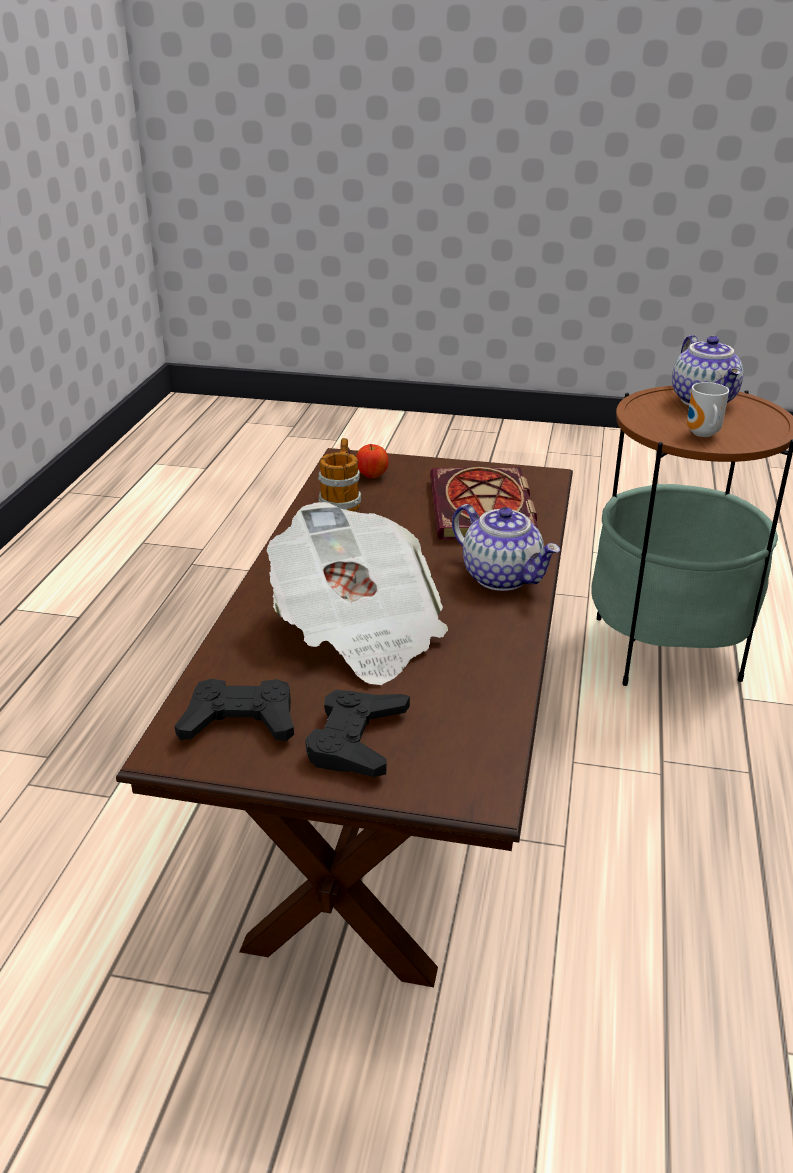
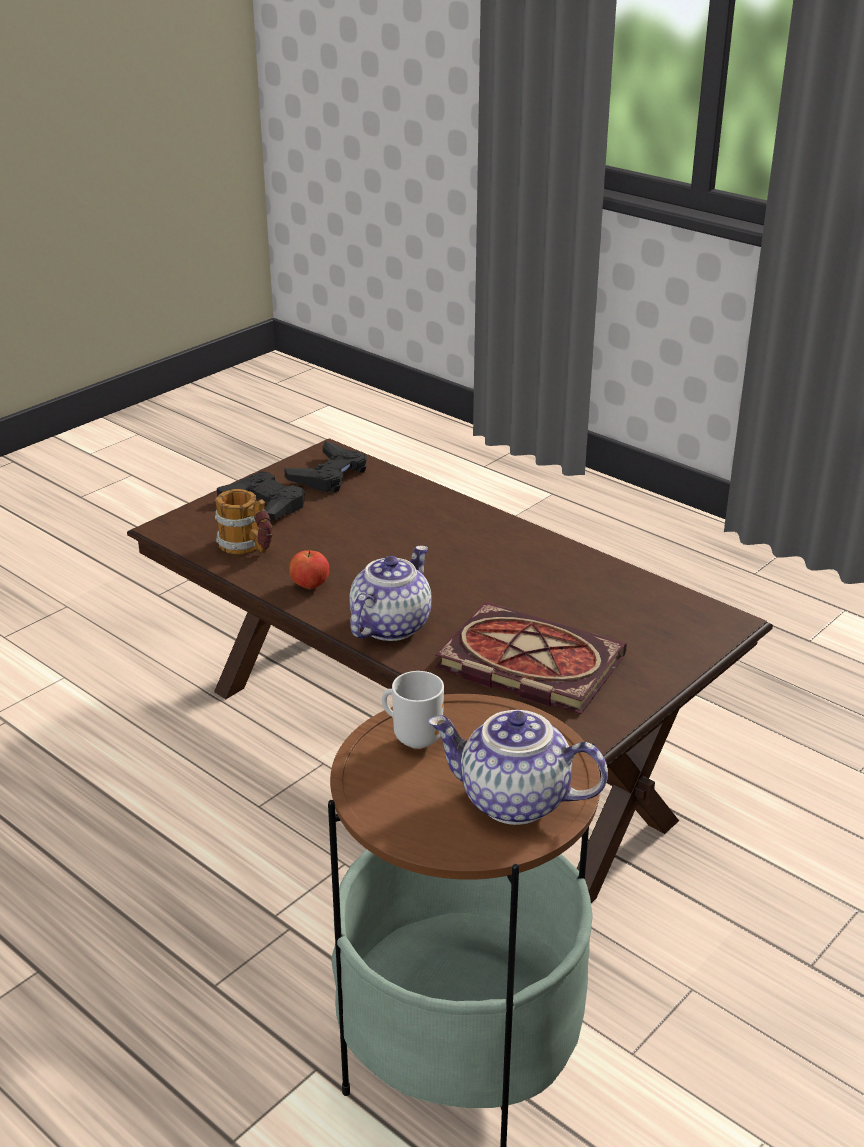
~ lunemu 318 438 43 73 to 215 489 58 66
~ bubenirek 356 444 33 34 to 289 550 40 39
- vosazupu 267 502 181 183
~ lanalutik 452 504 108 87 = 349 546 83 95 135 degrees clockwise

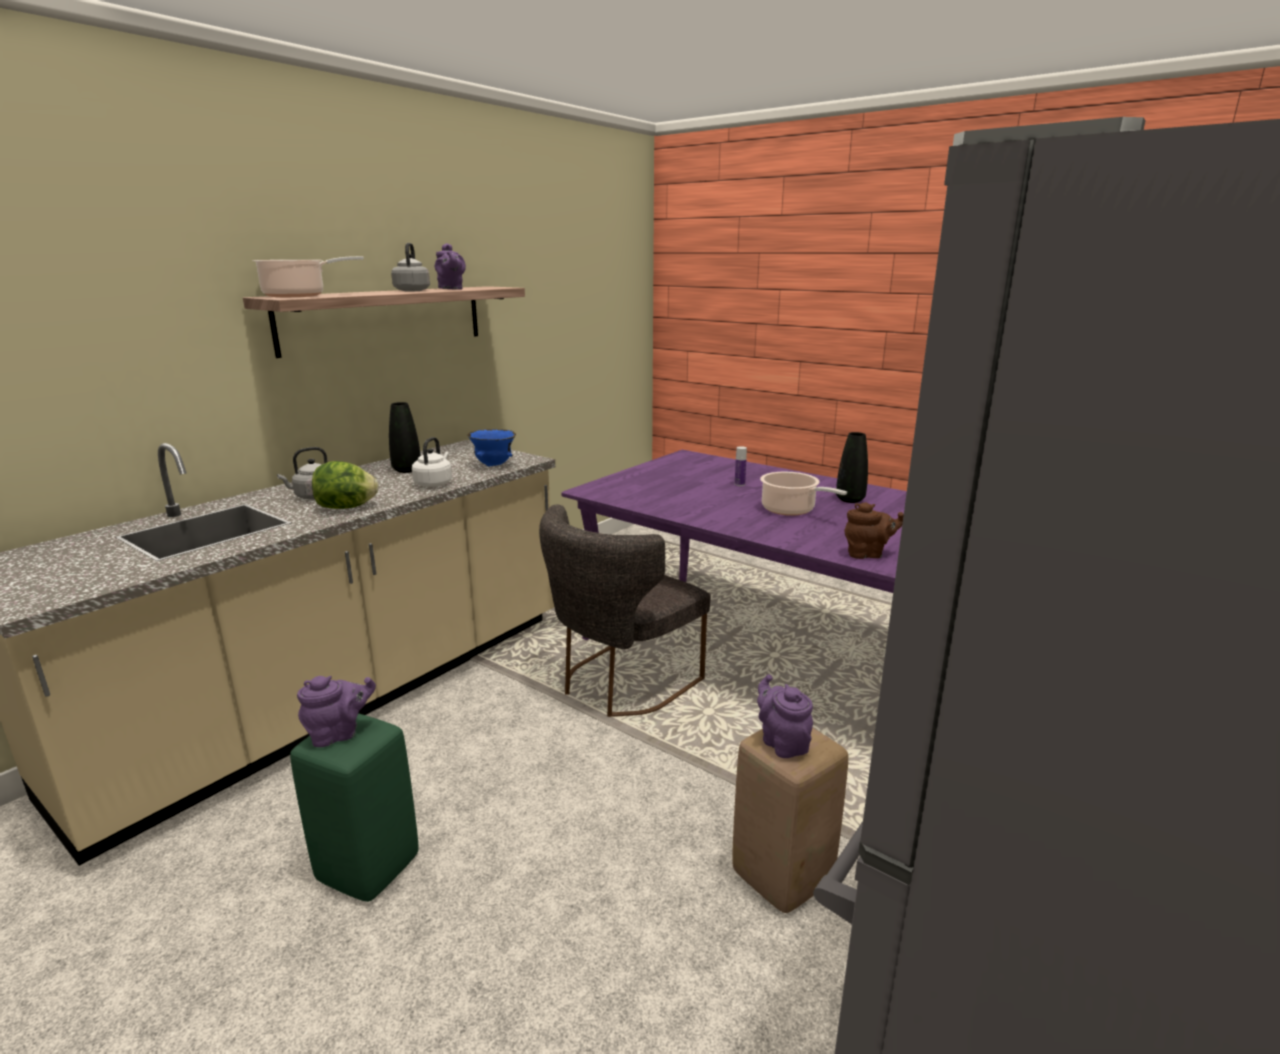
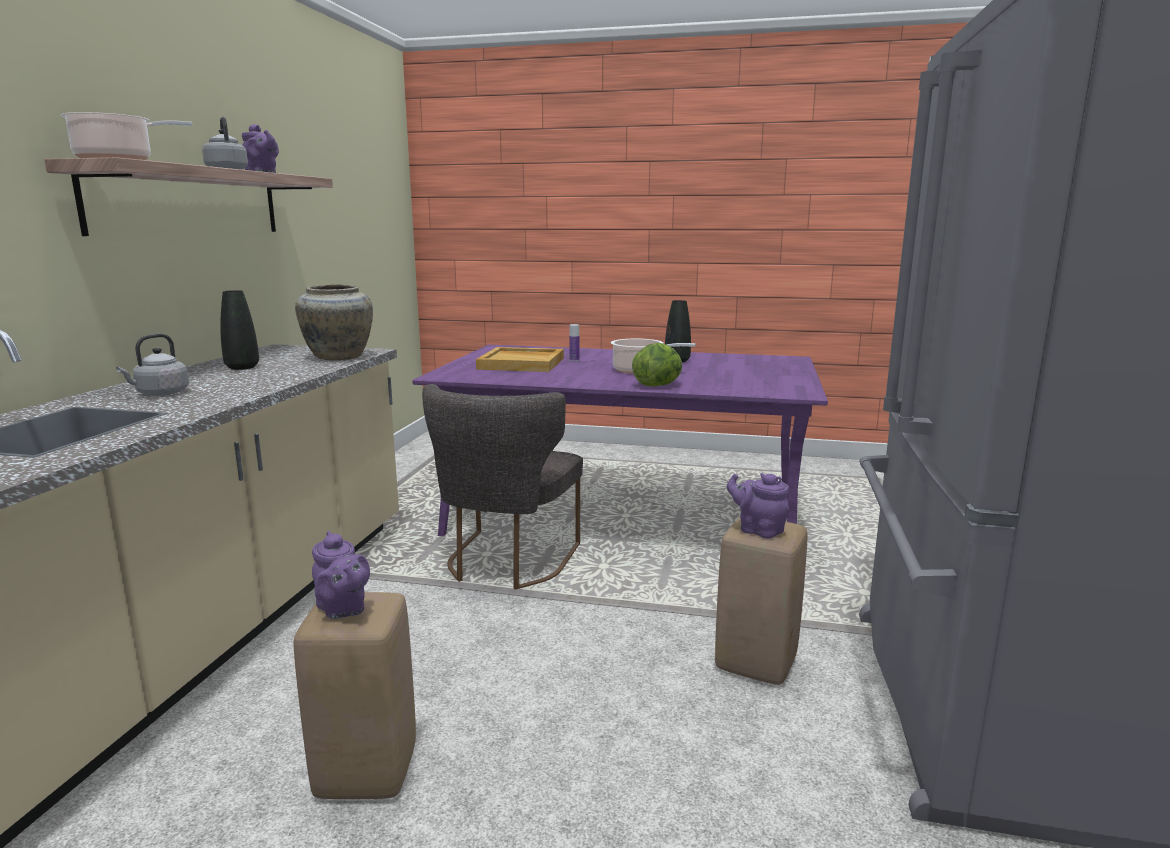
~ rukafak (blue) 467 429 49 37 to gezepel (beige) 295 284 78 76
- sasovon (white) 412 437 40 50
~ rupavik 312 461 66 48 to 632 343 50 43
- lanalutik (brown) 845 502 59 57
~ lanalutik (purple) 297 676 79 71 = 312 531 58 88 105 degrees clockwise
~ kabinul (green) 290 713 129 189 to kabinul (beige) 294 592 122 207
+ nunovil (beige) 476 347 88 25

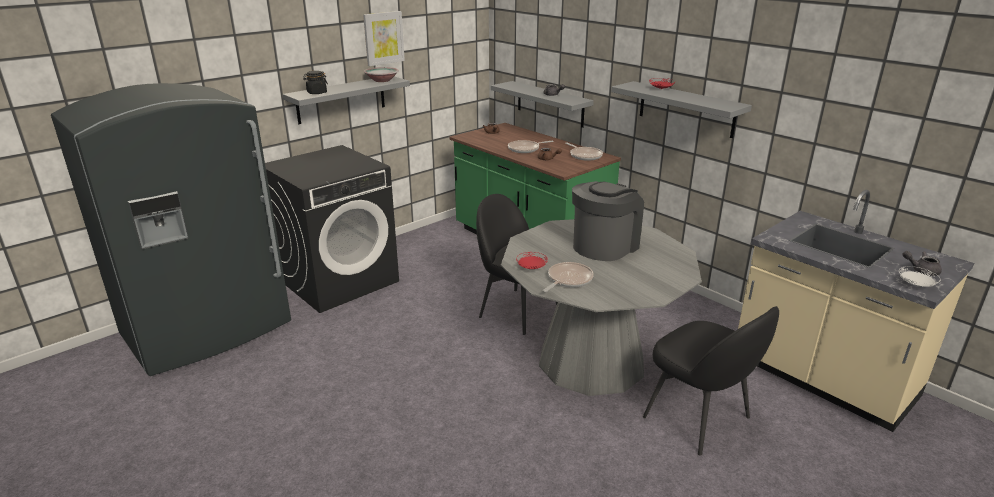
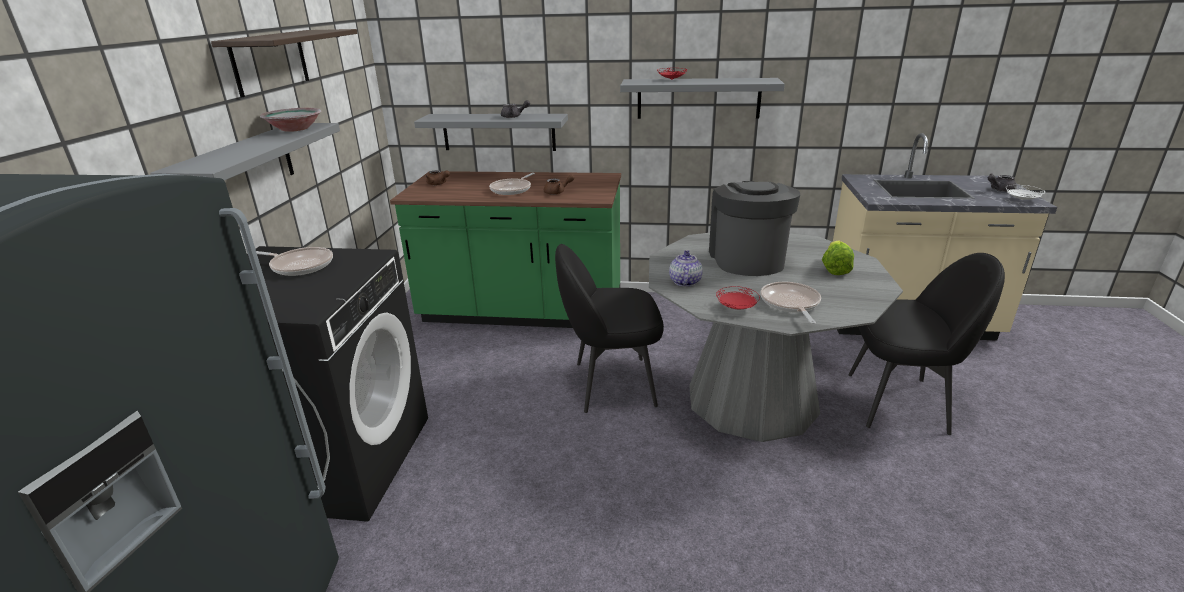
~ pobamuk 363 11 42 55 to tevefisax 211 29 147 69
- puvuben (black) 303 71 25 23
~ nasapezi 565 142 38 19 to 256 247 77 29
+ rupavik 822 241 32 34
+ lanalutik 669 250 34 37

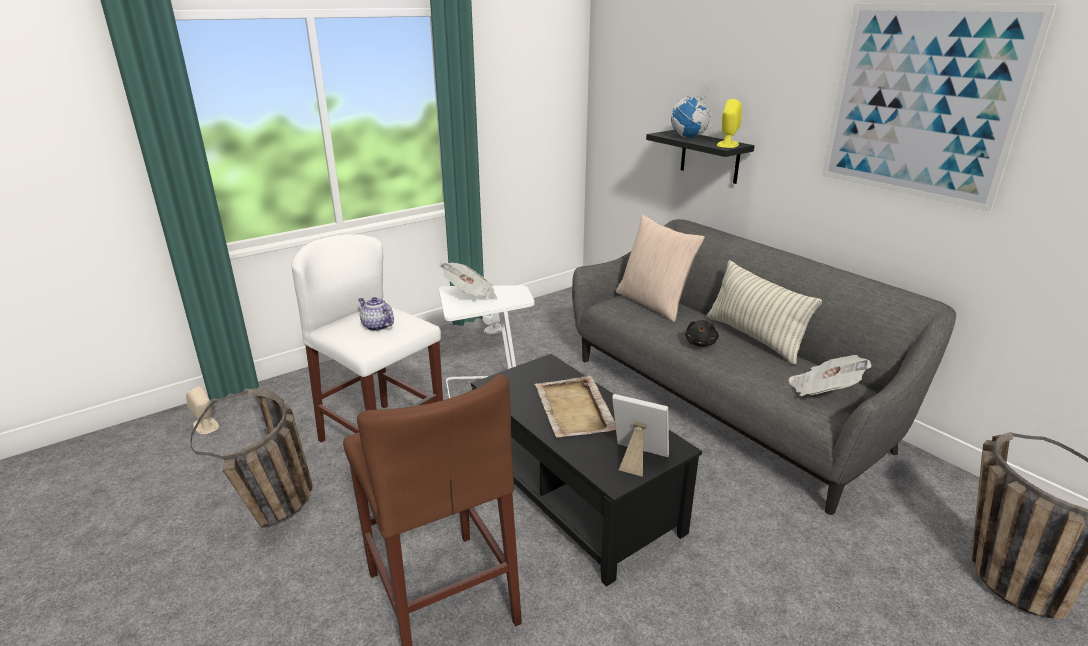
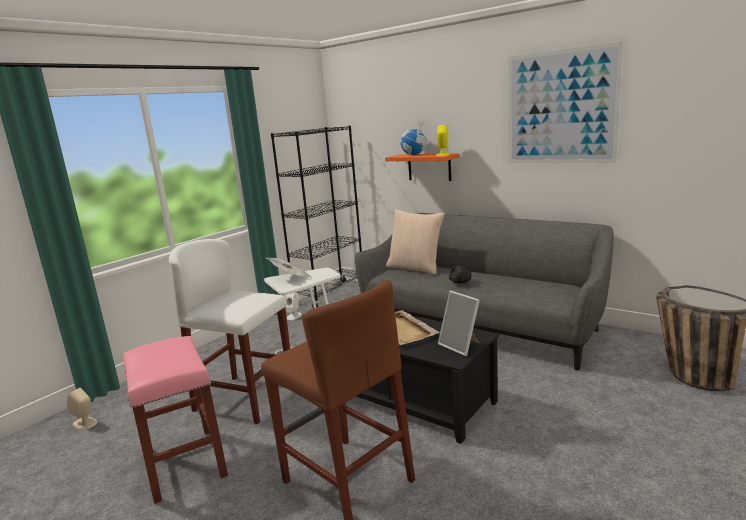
~ tevefisax (black) 646 130 109 54 to tevefisax (orange) 385 153 75 28
- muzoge 707 260 115 105
- lanalutik 358 297 36 34
- vosazupu 788 355 84 41
~ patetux 191 389 121 139 to kabinul (pink) 123 336 105 168
~ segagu 612 394 57 83 = 438 291 42 65 135 degrees counterclockwise
+ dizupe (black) 271 126 91 182

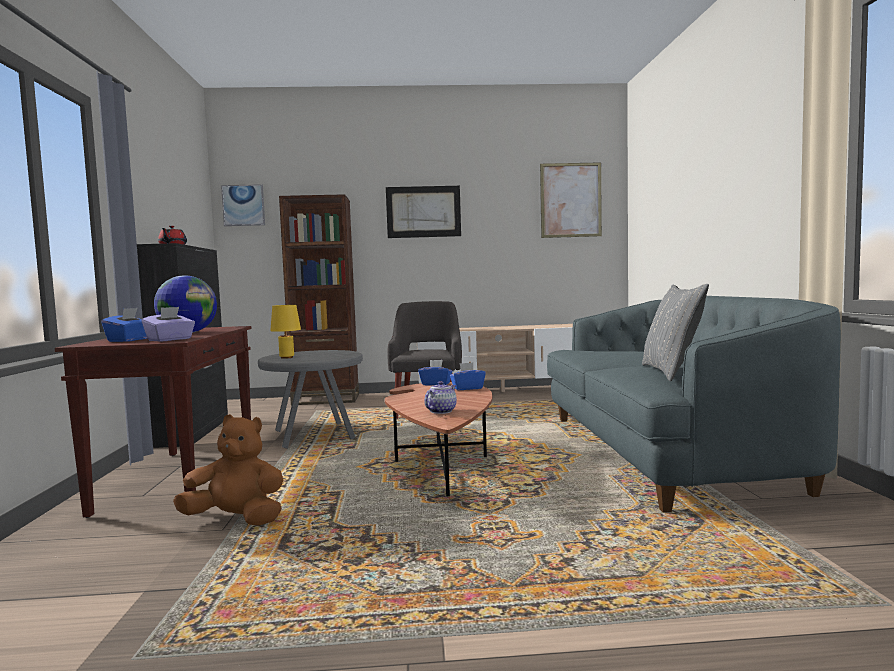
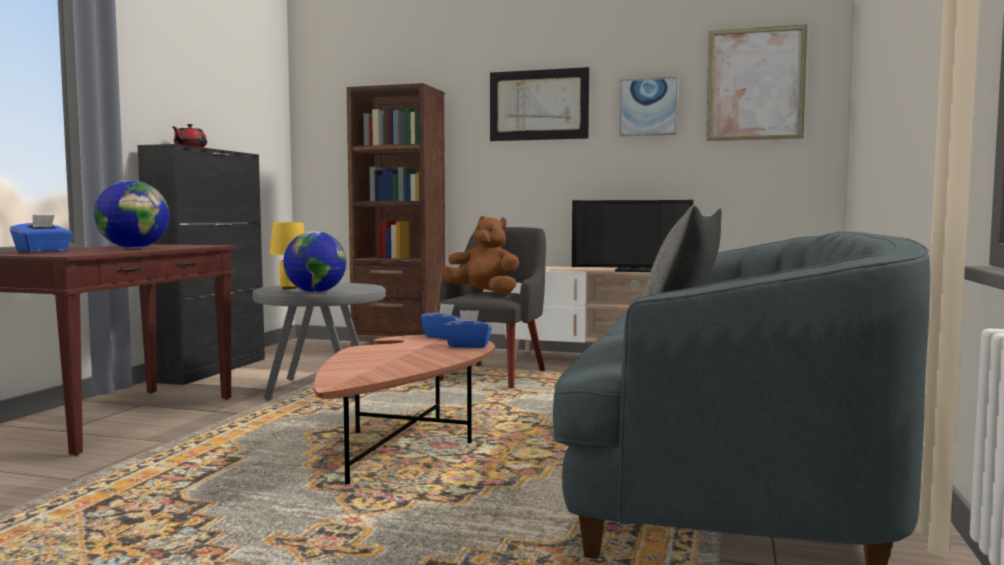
~ pobamuk 221 184 44 42 to 620 77 58 59
- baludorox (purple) 142 307 53 34
- lanalutik 424 381 33 33
~ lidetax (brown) 173 414 110 112 to 441 216 78 79
+ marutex 572 200 121 72
+ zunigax 283 231 64 62

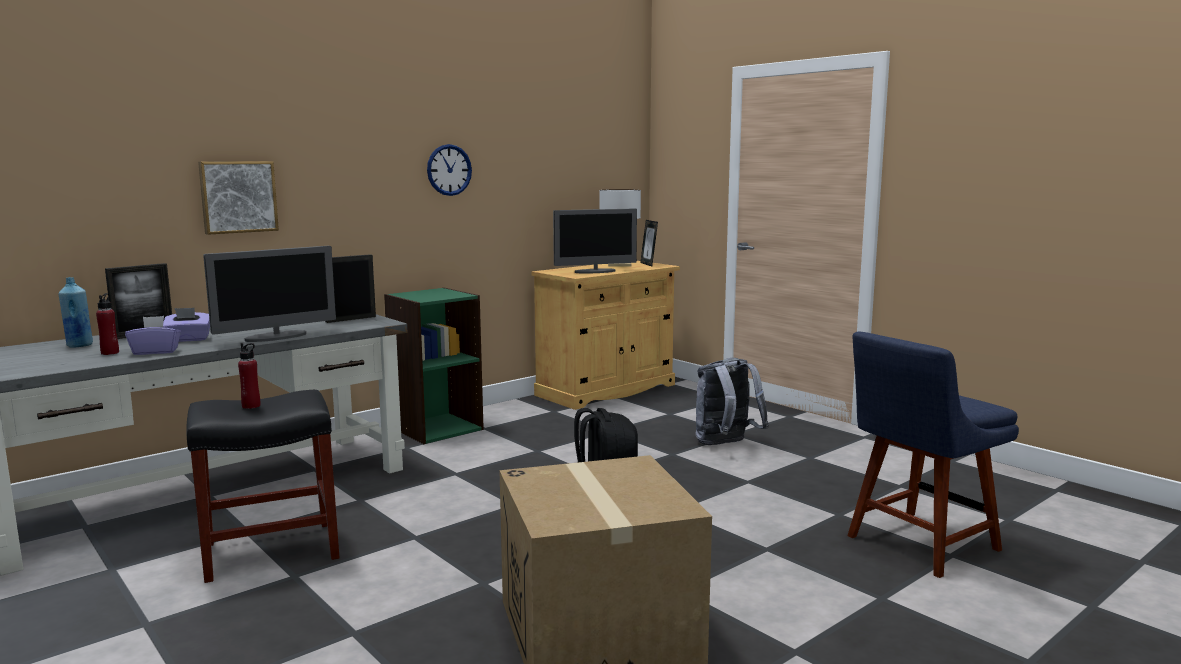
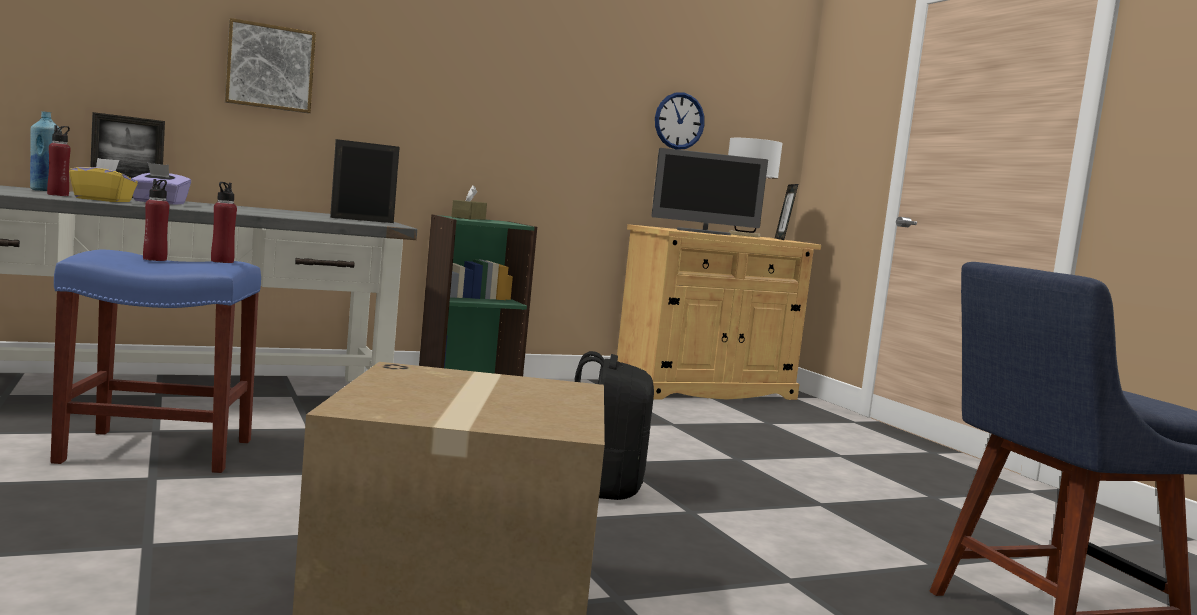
~ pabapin 427 144 45 52 to 655 92 50 58
- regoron 203 246 133 96
~ baludorox (purple) 125 316 56 39 to baludorox (yellow) 69 158 69 44
- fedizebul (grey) 695 358 74 87
~ kabinul (black) 186 390 154 193 to kabinul (blue) 50 249 211 224
+ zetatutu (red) 211 182 26 81
+ baludorox (brown) 451 185 36 35

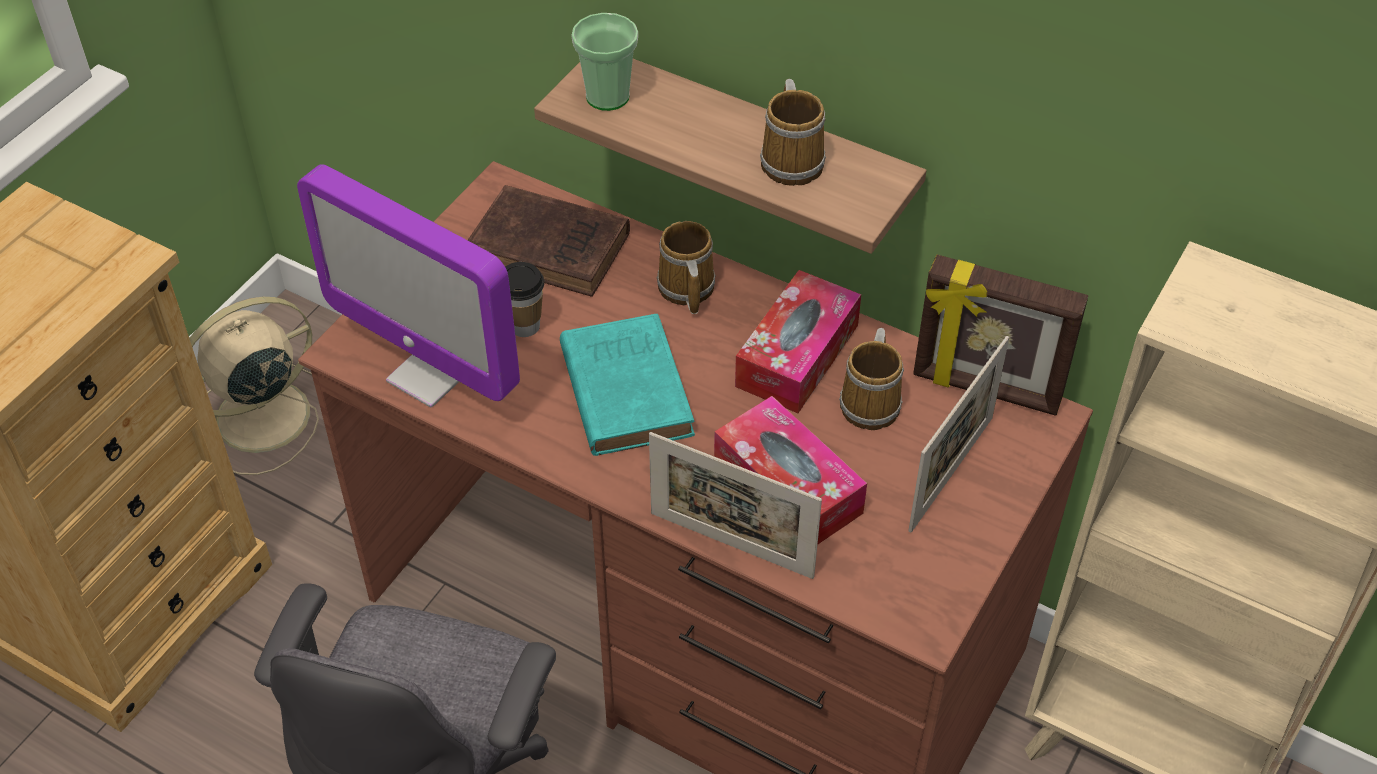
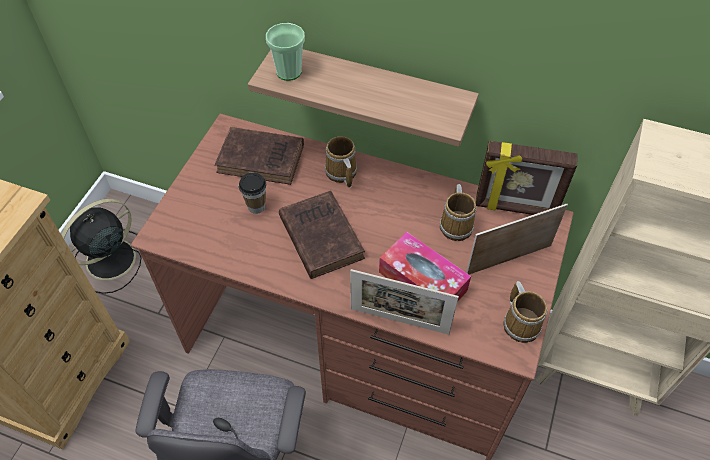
~ lunemu 760 79 66 107 to 504 281 43 62
- regoron 297 164 223 243
- baludorox 735 270 126 143
~ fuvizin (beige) 189 297 130 178 to fuvizin (black) 61 199 81 95
~ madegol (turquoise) 560 314 135 142 to madegol (brown) 279 191 86 88
~ segagu 908 336 101 197 = 466 204 102 71 135 degrees counterclockwise

